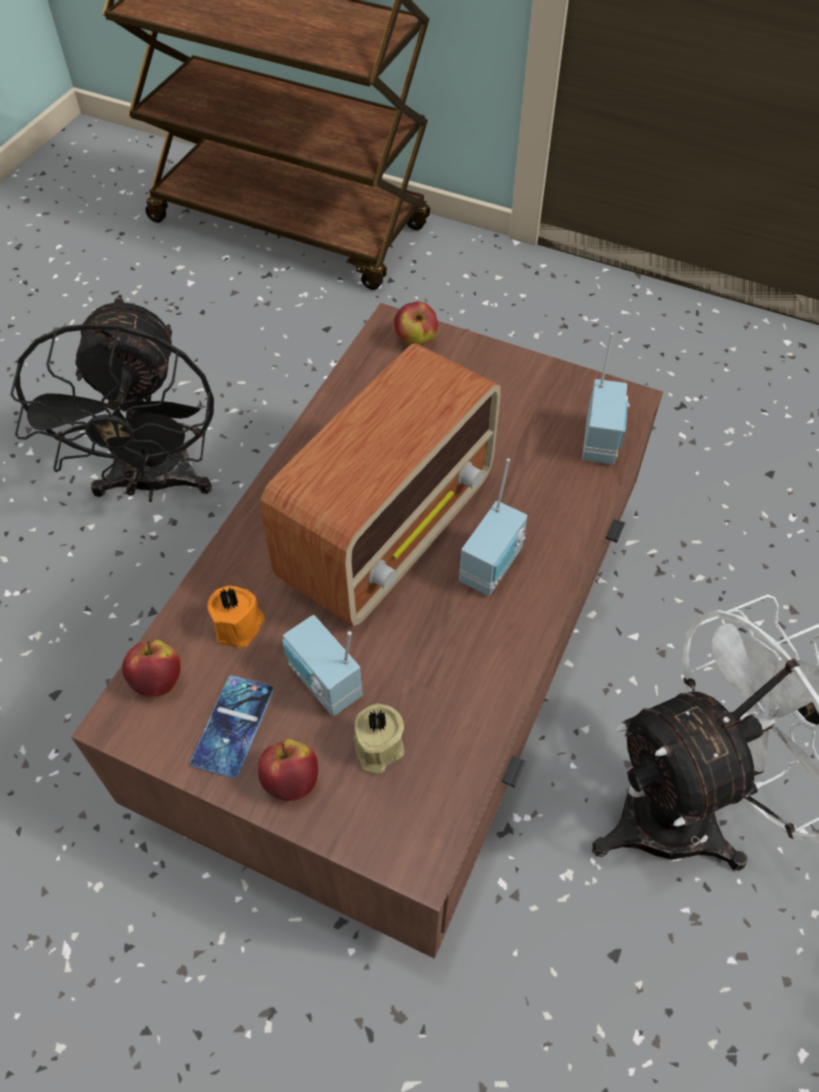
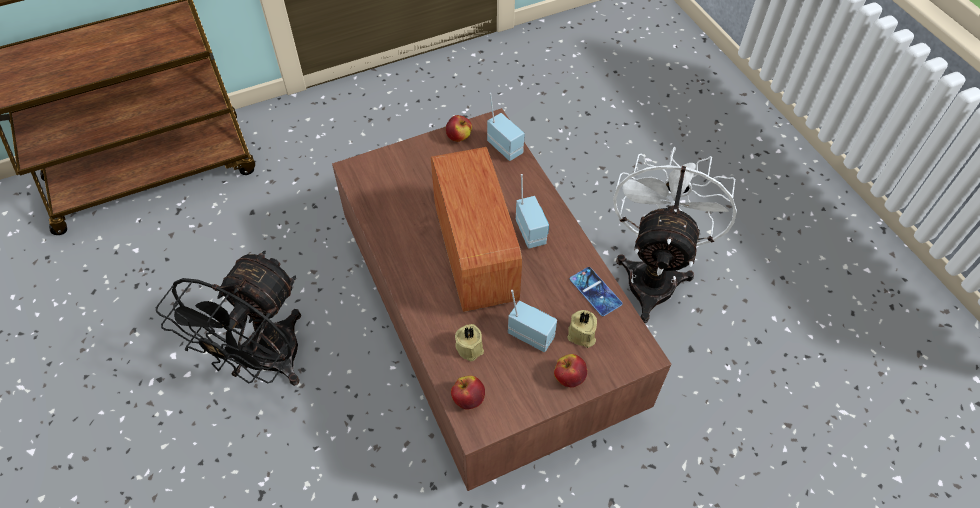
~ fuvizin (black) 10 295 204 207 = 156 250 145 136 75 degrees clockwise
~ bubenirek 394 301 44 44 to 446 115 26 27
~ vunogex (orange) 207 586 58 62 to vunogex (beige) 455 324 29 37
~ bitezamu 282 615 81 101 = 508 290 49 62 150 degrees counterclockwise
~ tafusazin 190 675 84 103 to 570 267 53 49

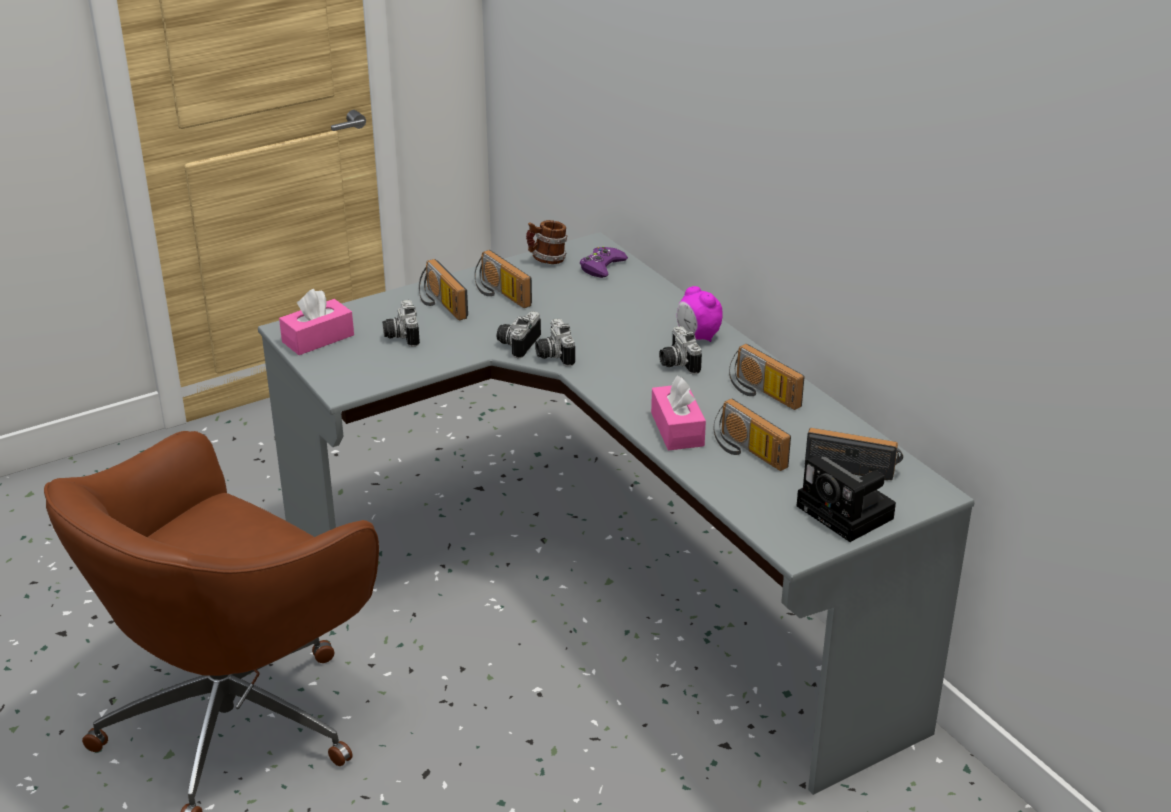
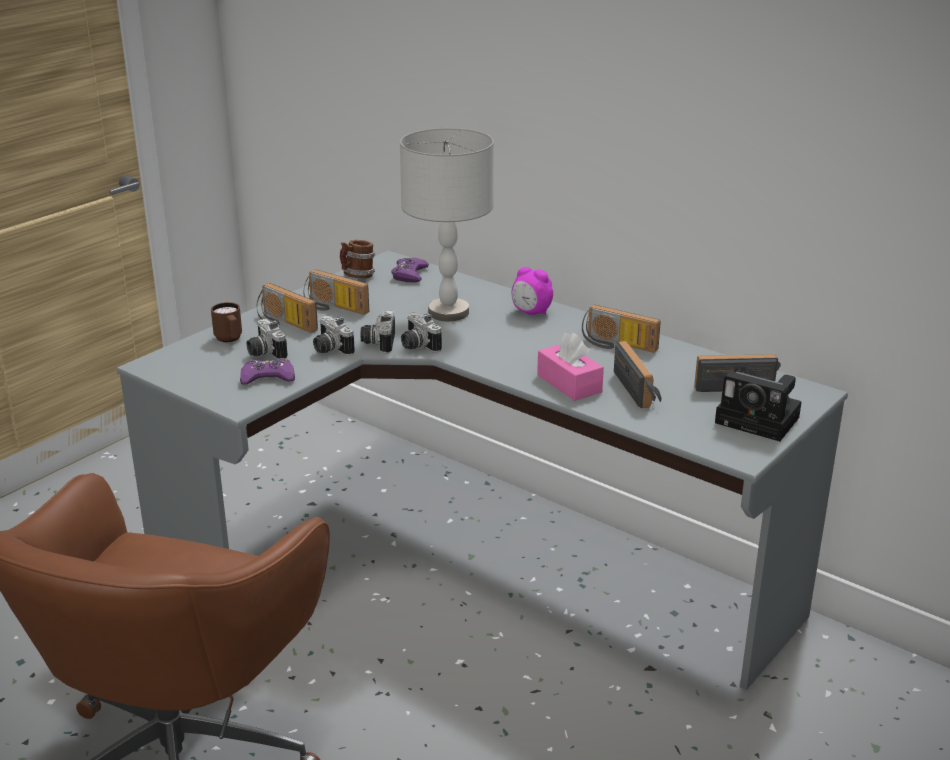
- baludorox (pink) 279 289 75 66
~ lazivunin 659 326 43 49 to 313 316 42 40
~ bitezamu 714 399 77 72 = 614 341 48 67 135 degrees counterclockwise
+ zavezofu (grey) 400 128 94 193
+ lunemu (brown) 211 302 31 40
+ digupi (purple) 240 358 55 26

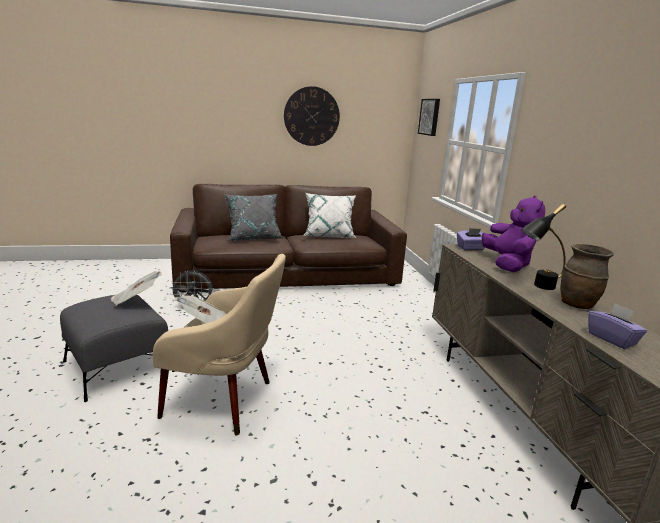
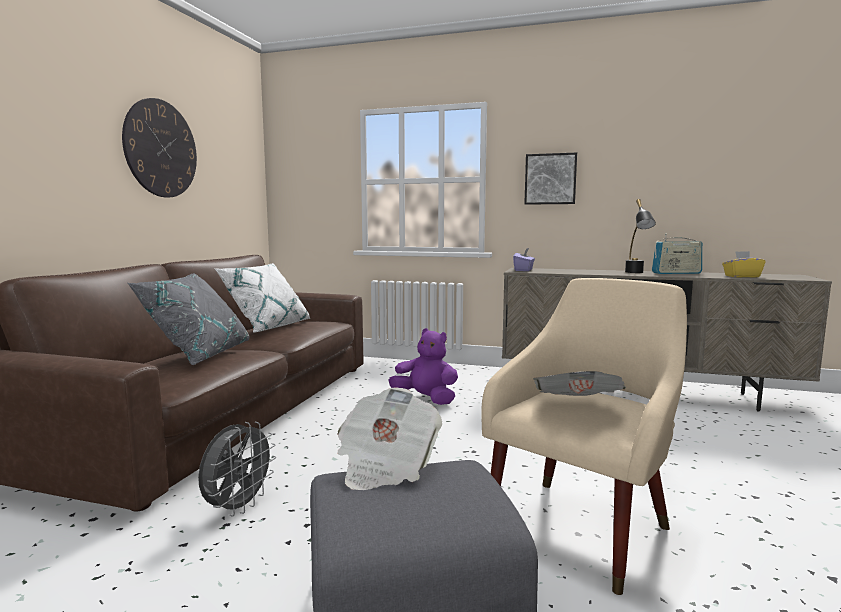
~ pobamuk 418 99 22 37 to 524 152 53 53
~ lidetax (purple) 482 196 63 76 to 388 328 70 77
~ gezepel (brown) 560 244 54 65 to bitezamu 652 234 50 40
~ baludorox (purple) 588 303 59 46 to baludorox (yellow) 722 251 44 26

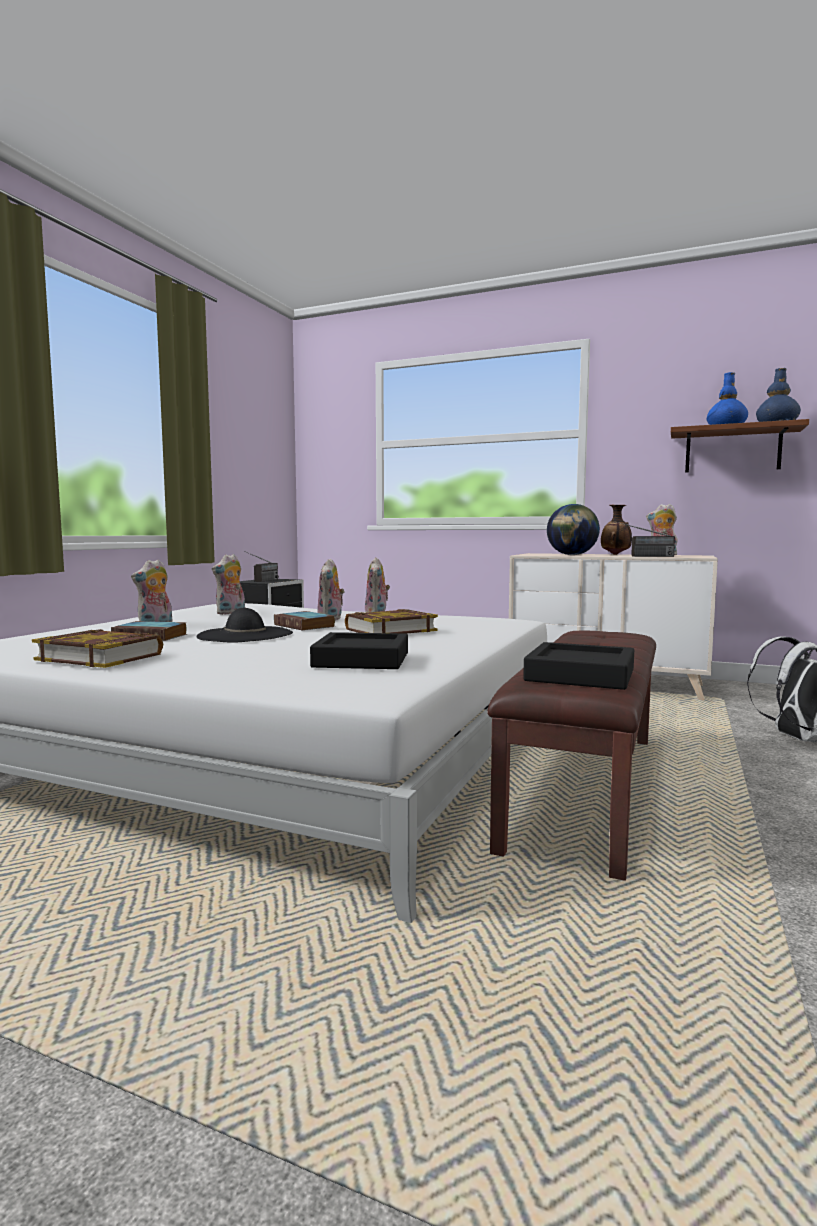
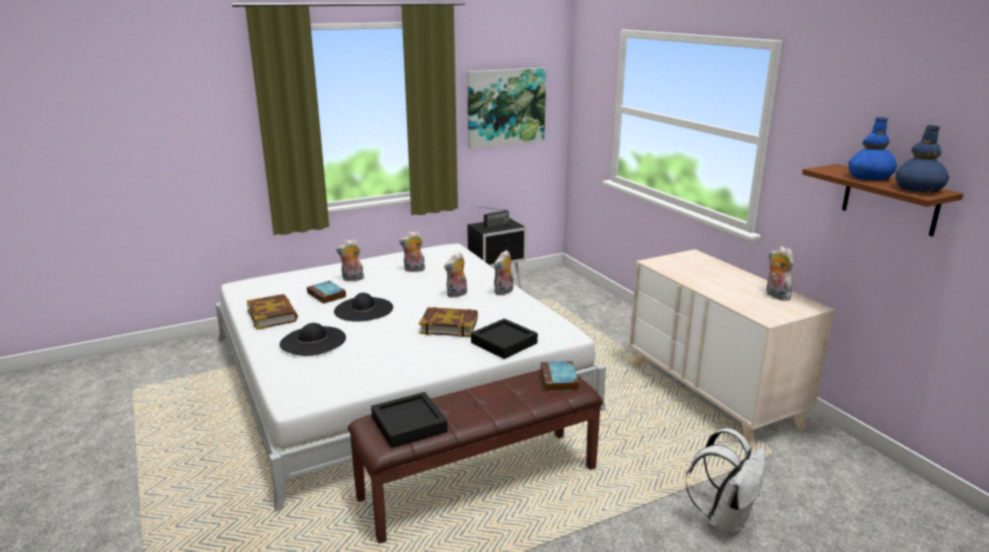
- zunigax 547 504 53 51
- gezepel 601 505 31 50
- bitezamu 611 521 64 36
~ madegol 274 611 61 20 to 541 361 38 31
~ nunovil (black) 310 632 98 37 to 471 319 67 40
+ pobamuk 467 68 79 81
+ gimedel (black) 280 323 66 33

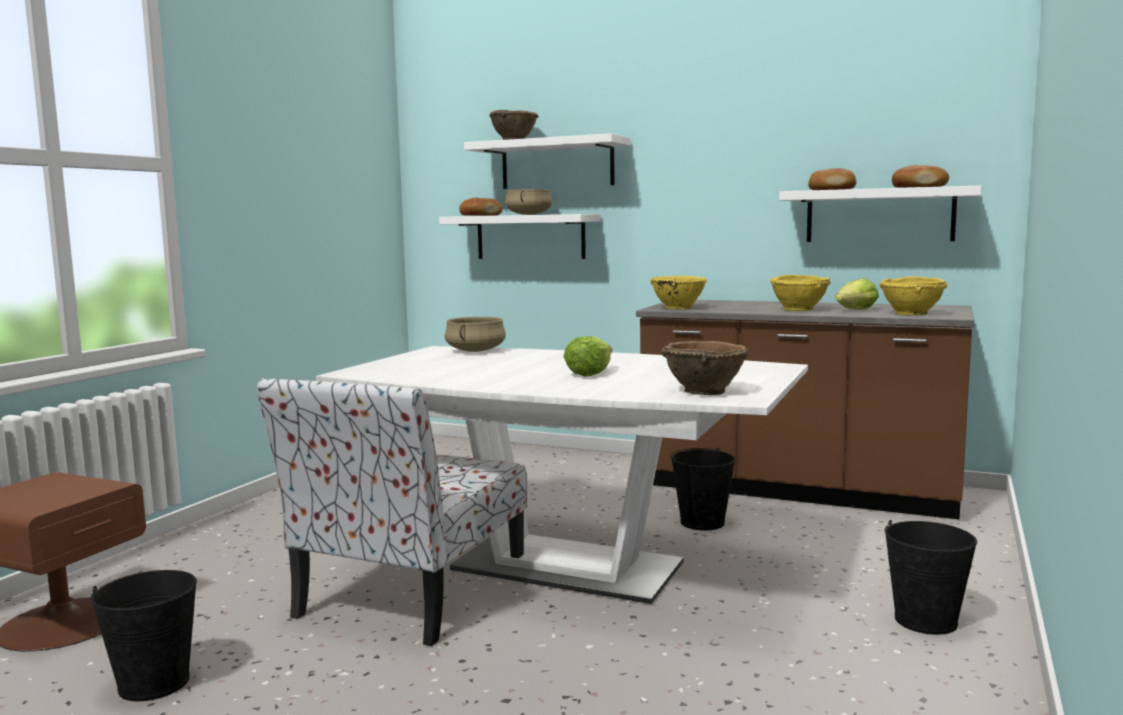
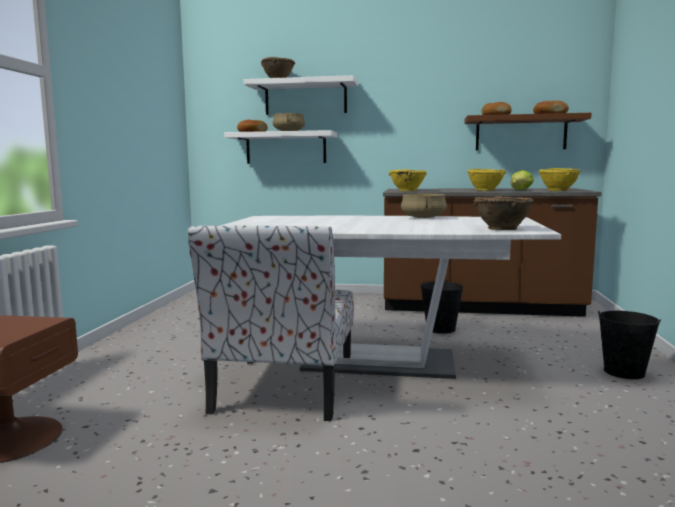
~ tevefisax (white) 779 186 202 56 to tevefisax (brown) 465 113 127 37
~ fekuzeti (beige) 445 317 61 35 to 401 194 46 24
- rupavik 564 336 48 41
- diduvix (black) 91 570 106 131

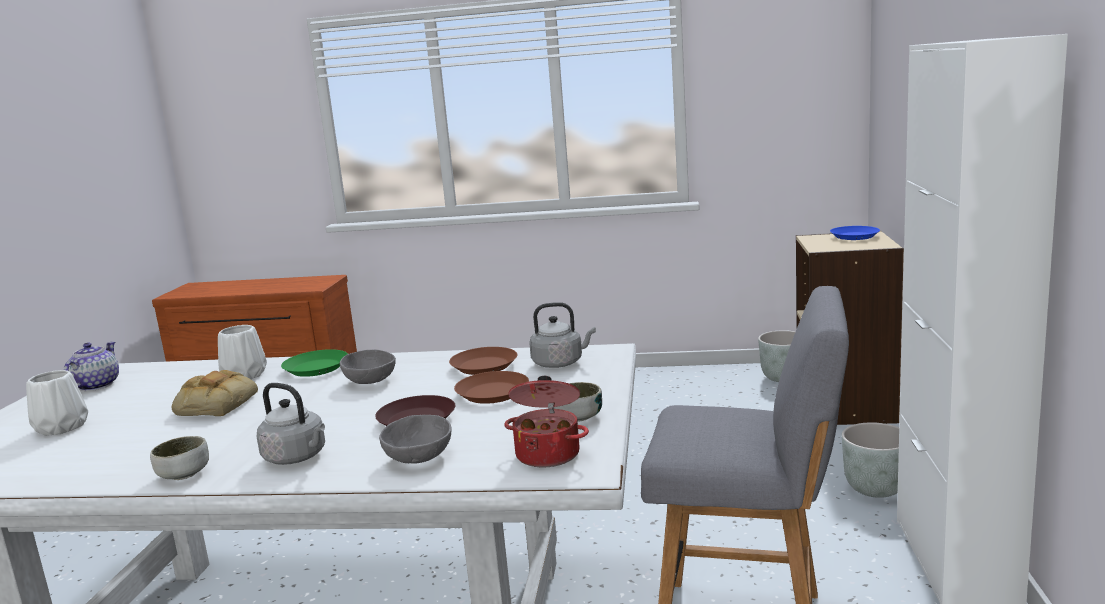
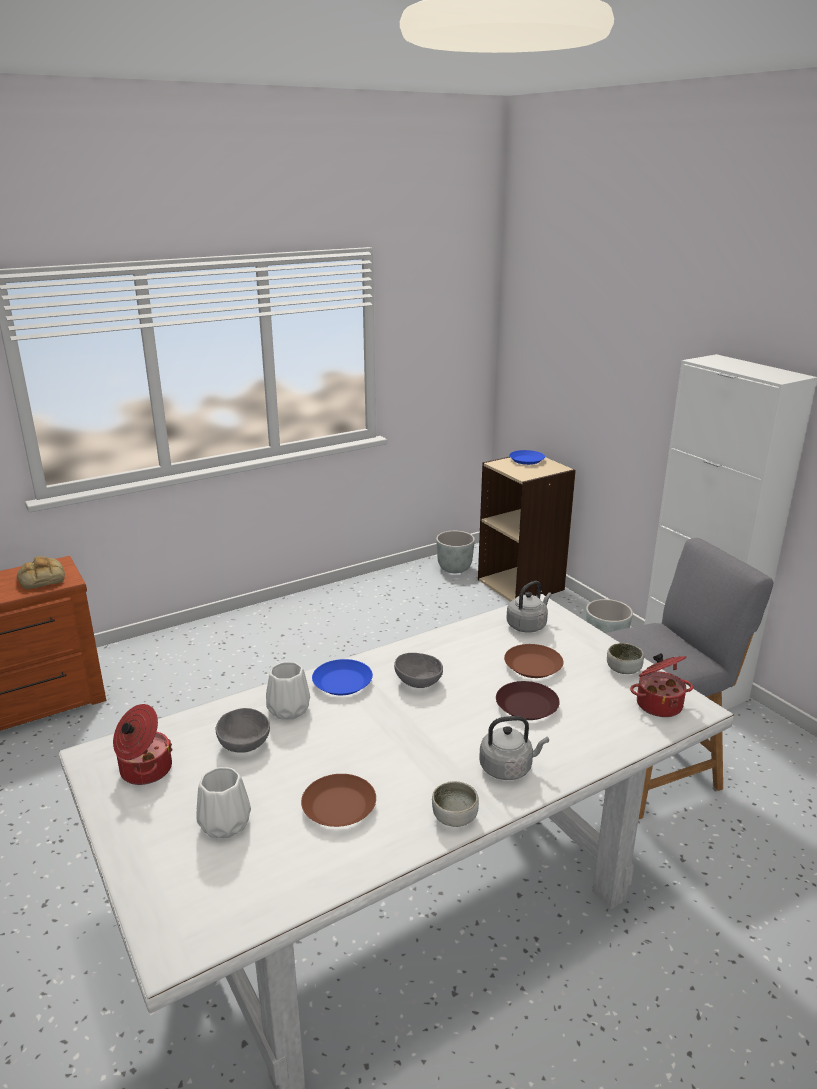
~ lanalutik 63 342 56 49 to fekuzeti 113 704 60 81
~ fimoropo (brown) 449 347 68 28 to 301 774 75 53
~ fimoropo (green) 281 349 67 28 to fimoropo (blue) 312 659 61 36
~ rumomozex 172 370 86 46 to 17 556 48 33
~ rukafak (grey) 379 415 72 49 to 216 708 54 45

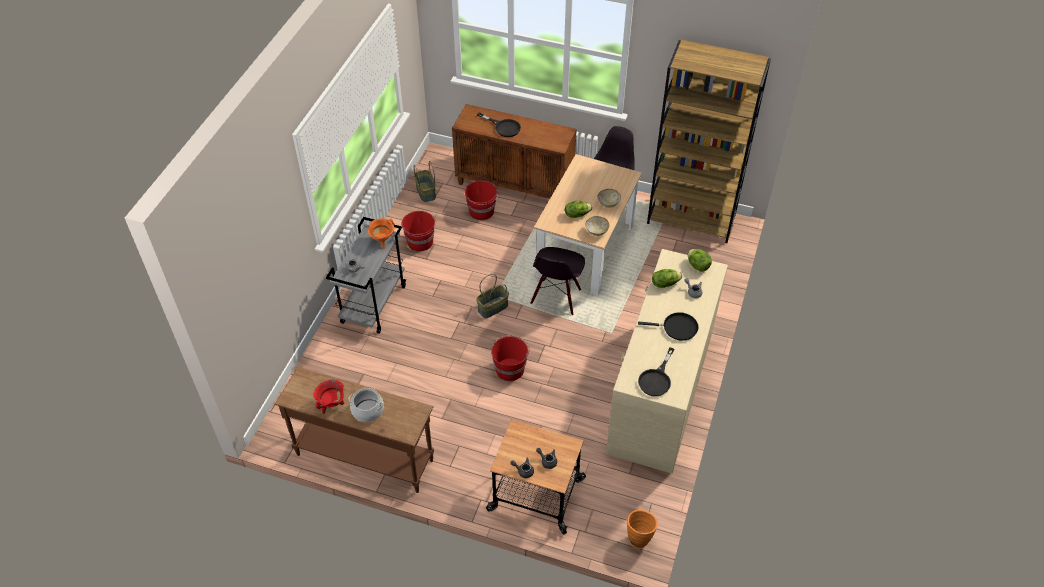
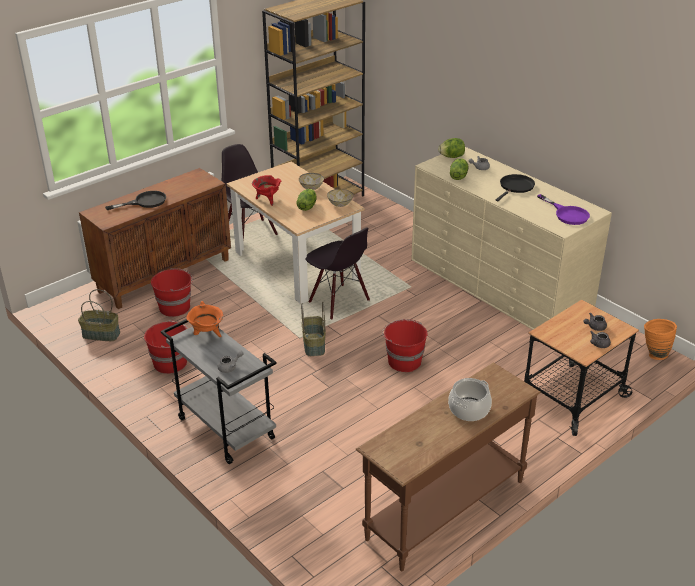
~ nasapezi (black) 638 347 36 49 to nasapezi (purple) 537 194 53 31
~ fekuzeti (red) 314 380 30 34 to 252 175 29 31

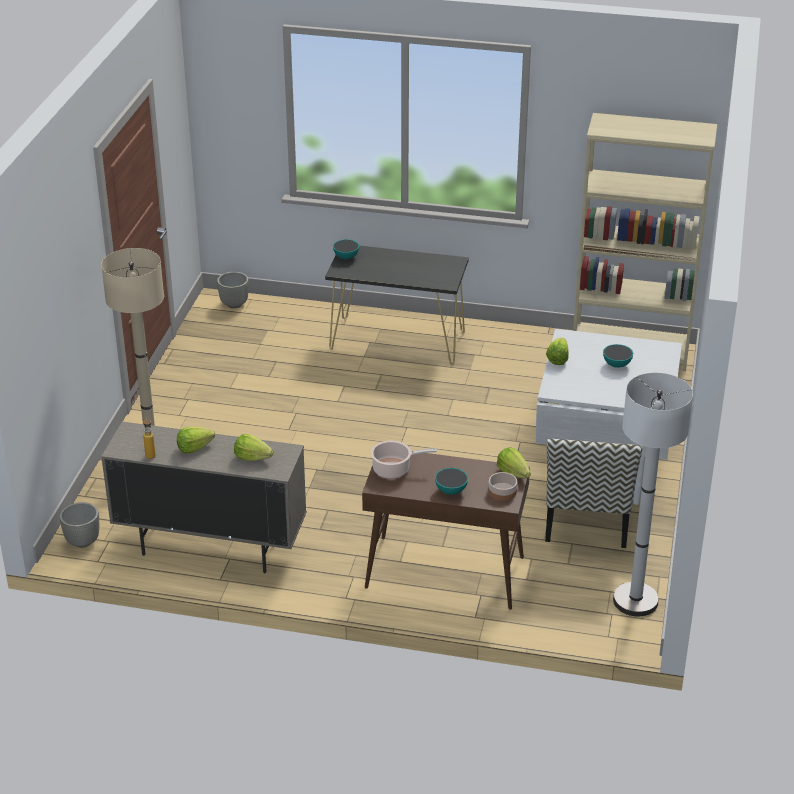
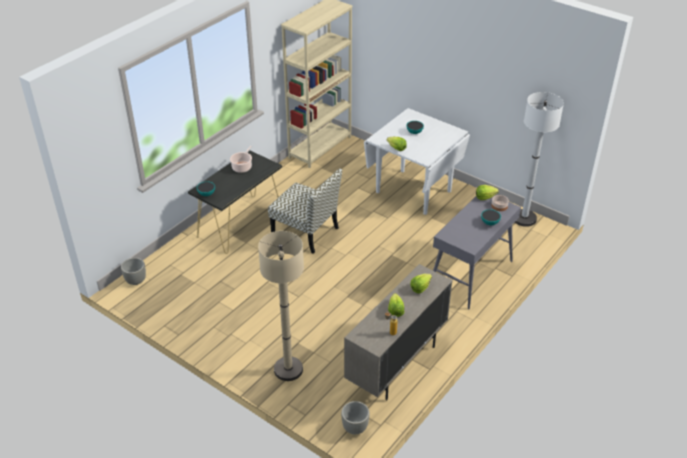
~ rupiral 545 439 97 109 to 268 168 74 86
~ fekuzeti 371 441 66 38 to 230 144 23 29
~ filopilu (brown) 362 451 168 159 to filopilu (grey) 433 196 88 114

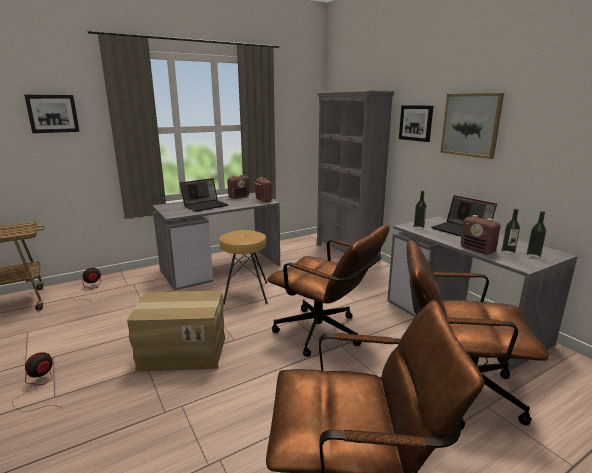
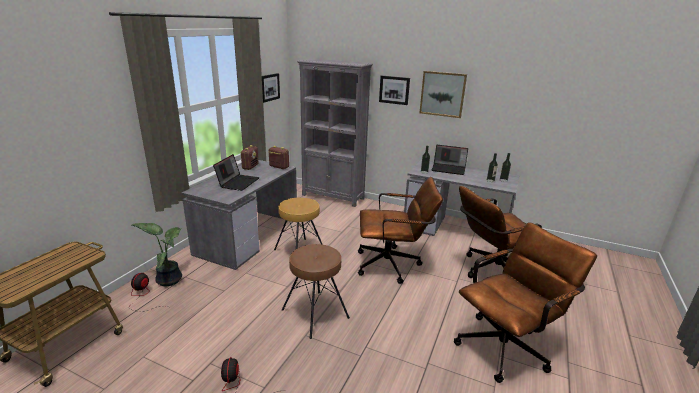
~ pobamuk 24 95 56 38 to 262 73 18 30
- bitezamu 460 215 40 39
~ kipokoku 127 291 98 80 to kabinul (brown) 282 244 68 95
+ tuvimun 132 223 50 63

